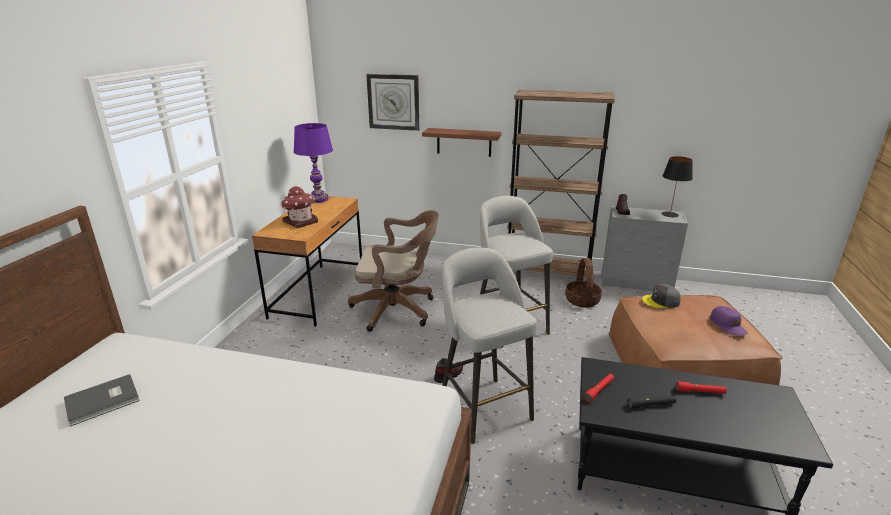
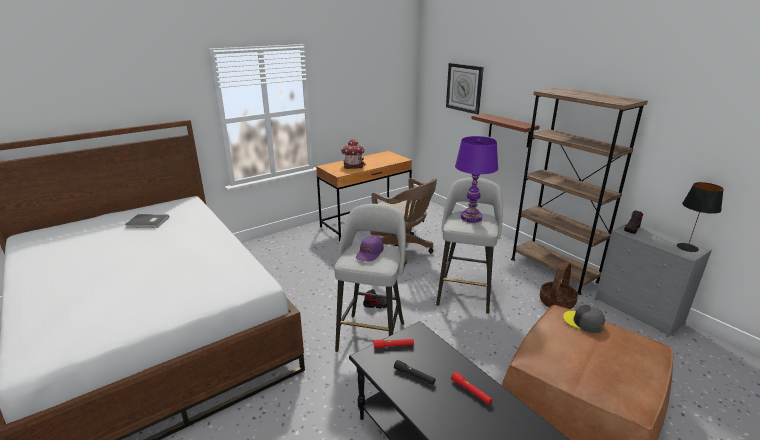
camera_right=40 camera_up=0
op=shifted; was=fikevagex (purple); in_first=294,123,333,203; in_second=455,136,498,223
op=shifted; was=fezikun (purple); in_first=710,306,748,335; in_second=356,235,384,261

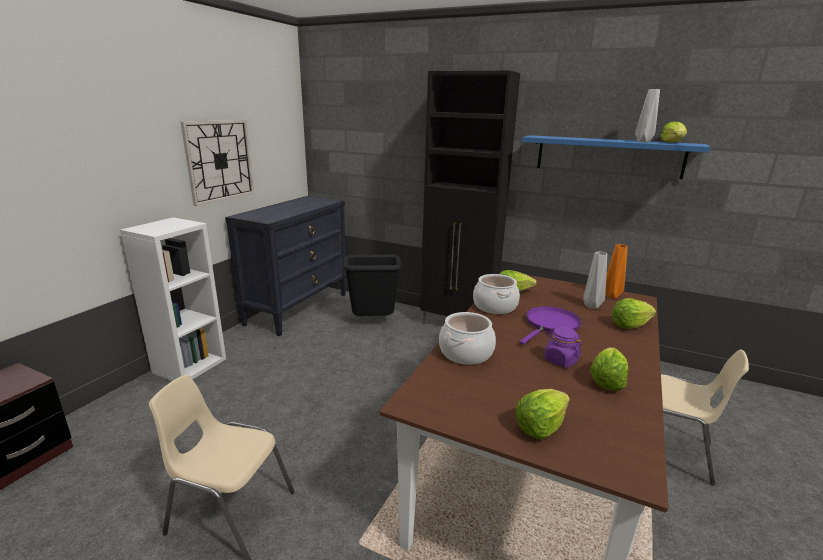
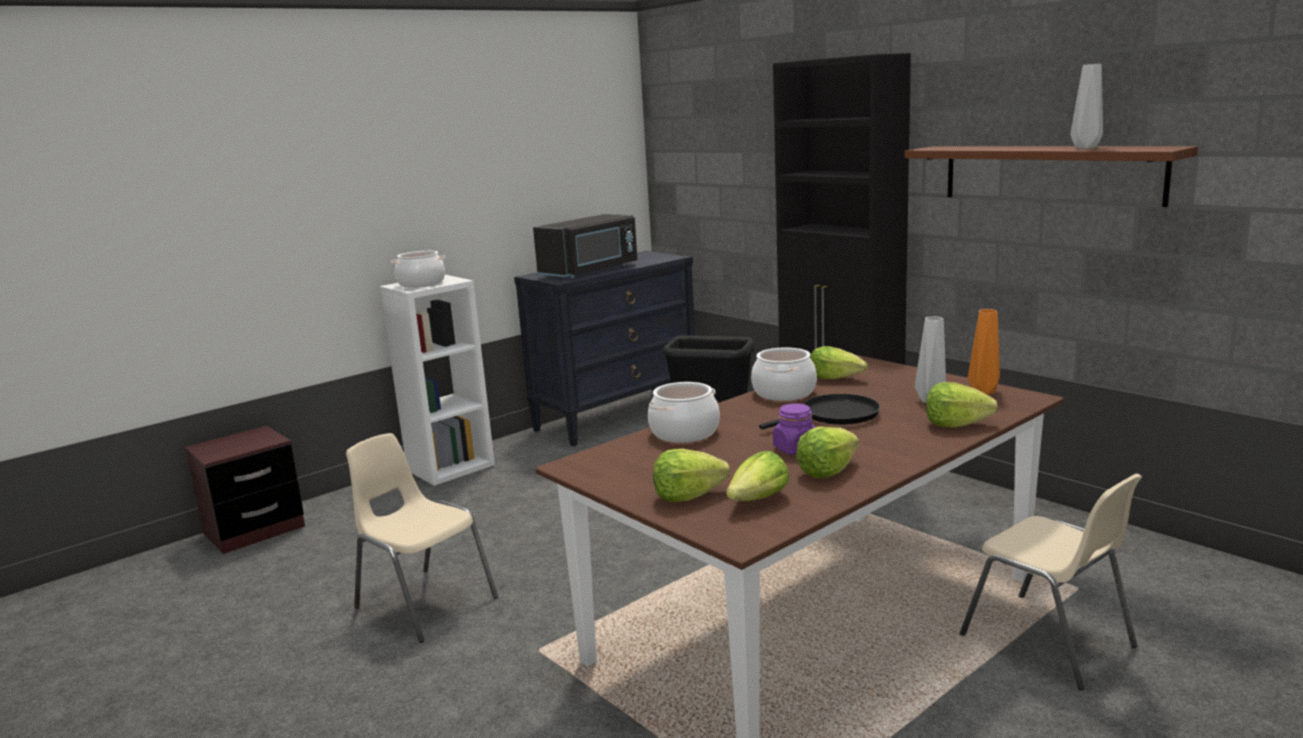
camera_right=25 camera_up=-5
op=gone; was=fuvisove; in_first=181,120,254,206
op=repainted; was=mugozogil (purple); now=mugozogil (black); in_first=519,306,582,345; in_second=759,394,880,429
op=repainted; was=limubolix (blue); now=limubolix (brown); in_first=522,135,710,179; in_second=904,146,1198,207
op=shifted; was=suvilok; in_first=661,121,687,143; in_second=726,451,789,501
op=new; now=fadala; in_second=391,251,446,288
op=new; now=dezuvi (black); in_second=533,214,638,278

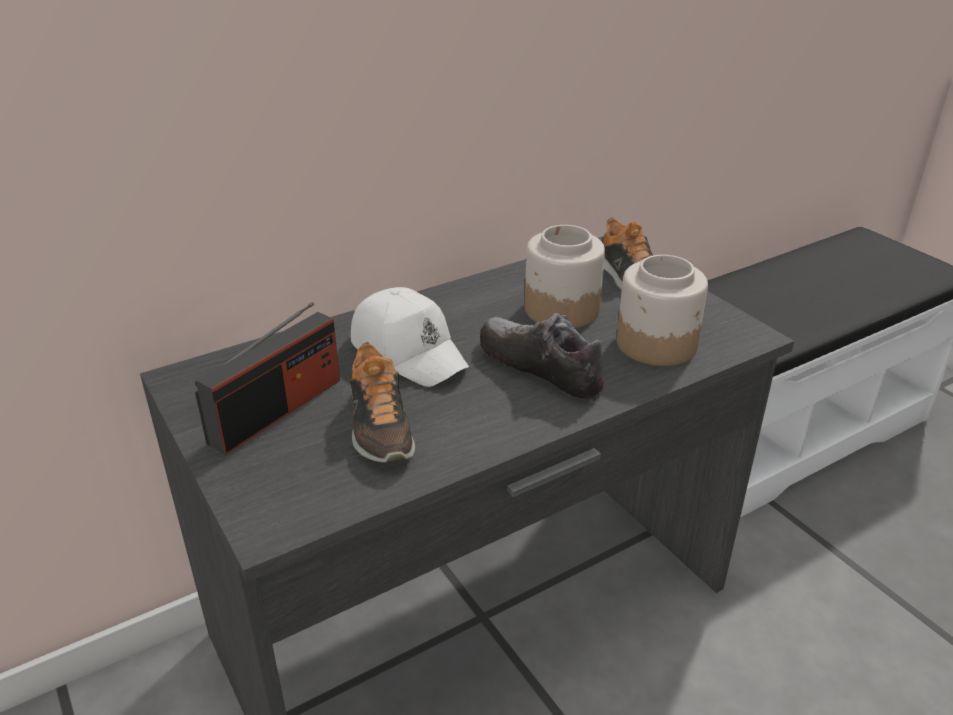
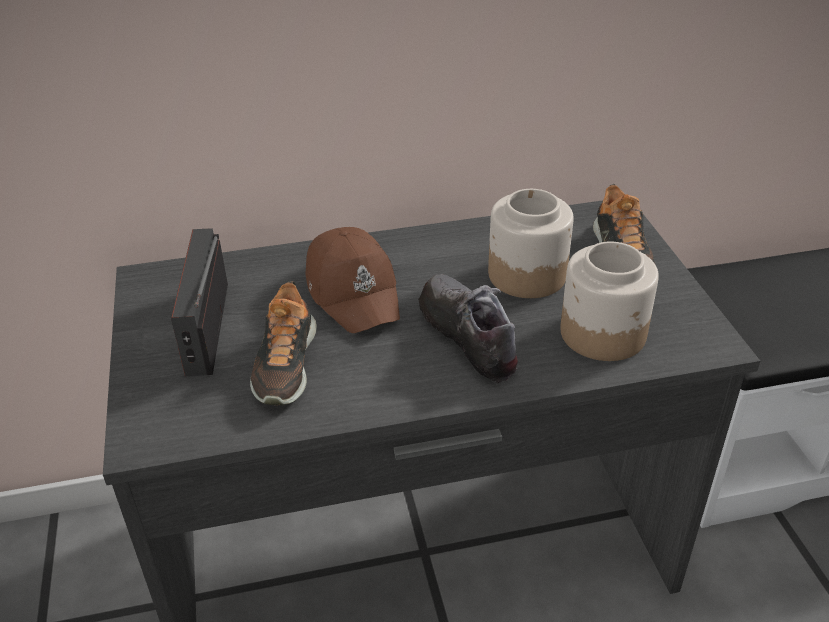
camera_right=20 camera_up=5
op=rotated; was=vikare; in_first=195,302,340,455; in_second=171,228,228,376; clockwise=120
op=repainted; was=fezikun (white); now=fezikun (brown); in_first=351,287,469,387; in_second=305,227,400,333

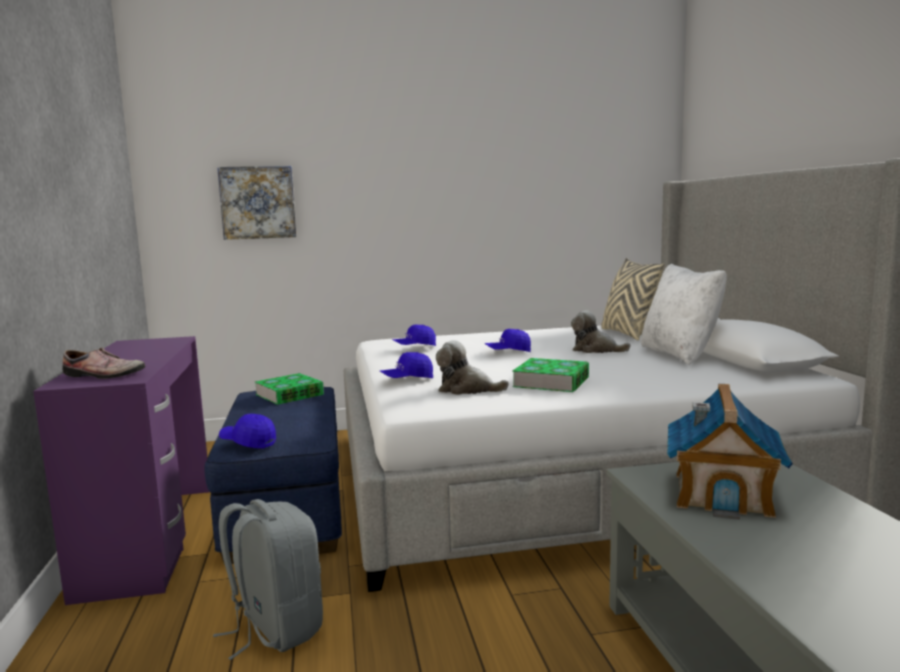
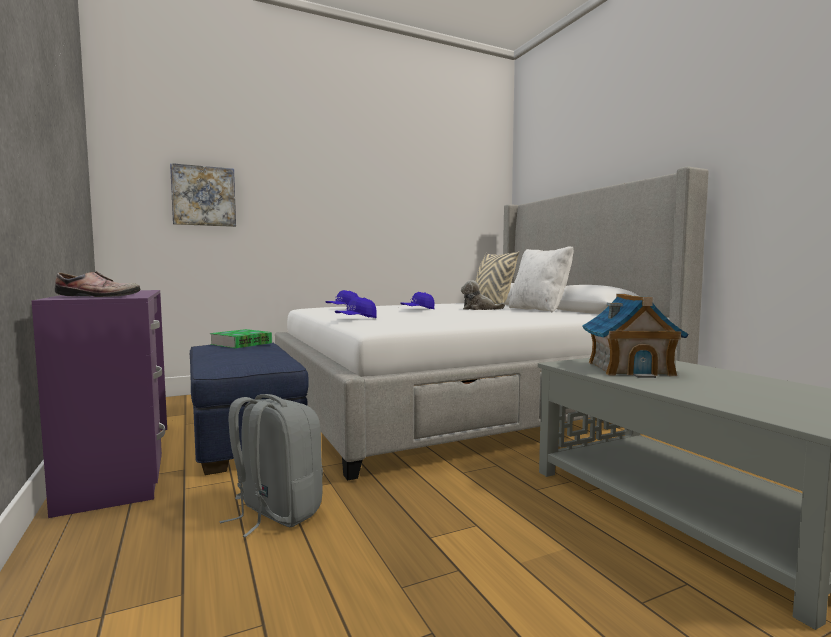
camera_right=-15 camera_up=-5
op=gone; was=fezikun (blue); in_first=219,414,276,449
op=gone; was=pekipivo; in_first=436,340,509,395
op=gone; was=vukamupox; in_first=512,358,589,392

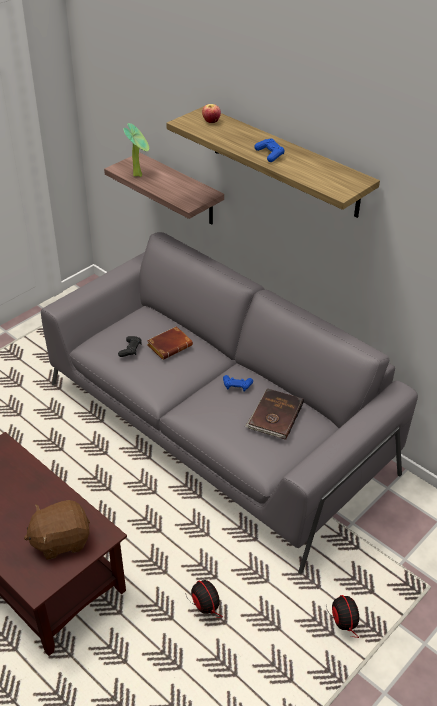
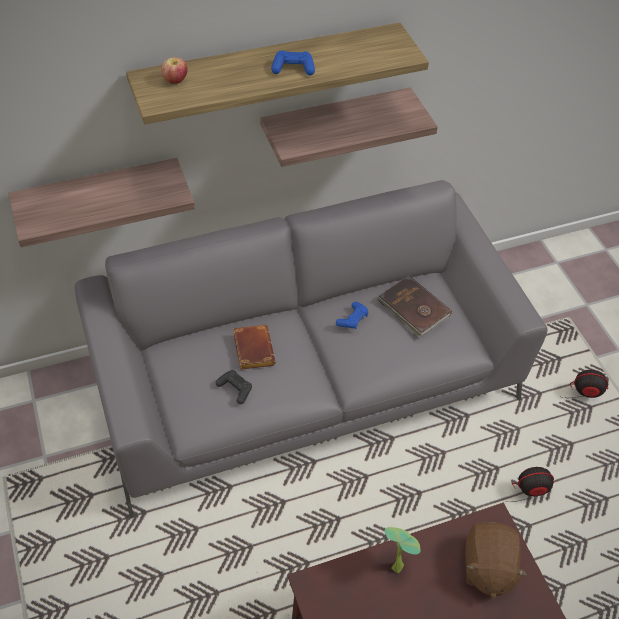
camera_right=-65 camera_up=10
op=shifted; was=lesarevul; in_first=124,123,149,177; in_second=384,527,421,573
op=new; now=limubolix; in_second=260,87,438,167

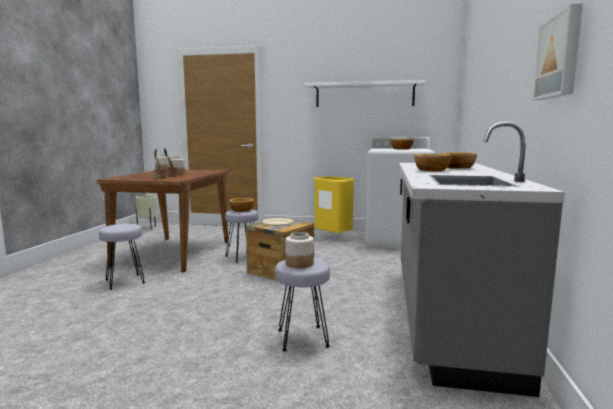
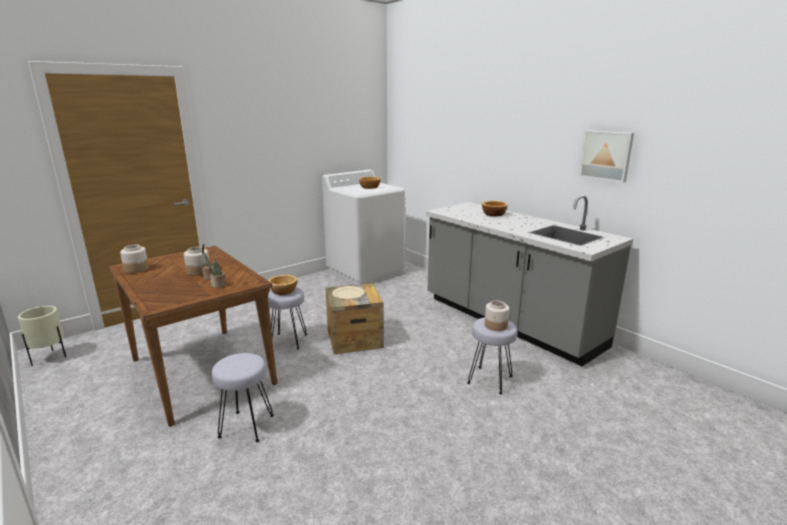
camera_right=-50 camera_up=10
op=gone; was=limubolix (white); in_first=305,80,426,107
op=gone; was=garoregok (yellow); in_first=314,176,355,233
op=gone; was=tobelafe; in_first=414,154,452,171

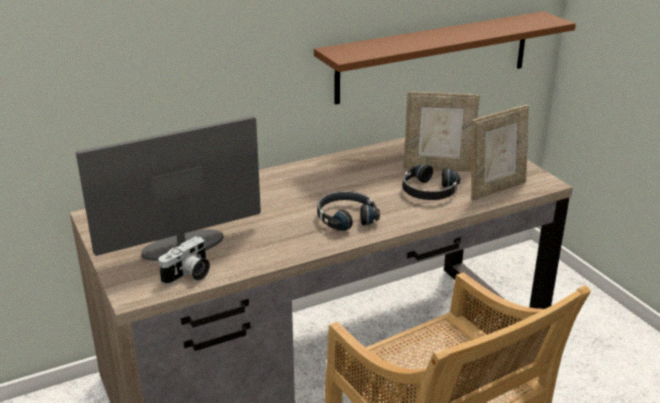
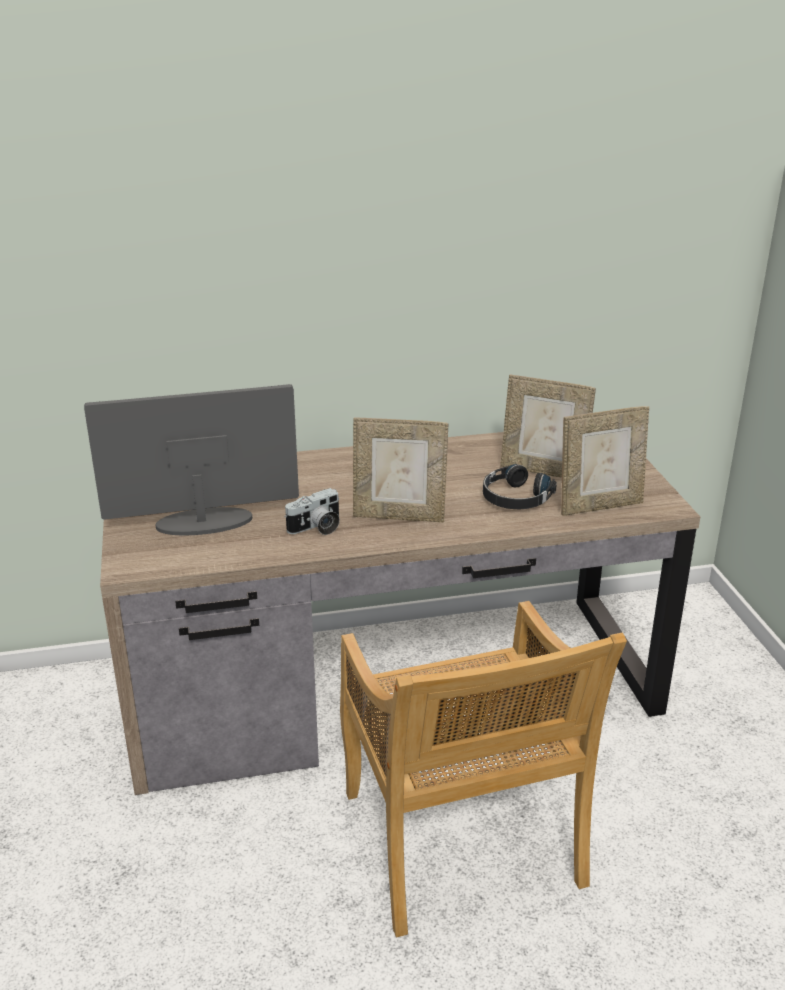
camera_right=15 camera_up=0
op=shifted; was=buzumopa; in_first=158,236,210,285; in_second=284,488,340,535
op=gone; was=limubolix (brown); in_first=314,11,576,105
op=swapped; was=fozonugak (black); now=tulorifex; in_first=317,191,380,231; in_second=353,417,448,523

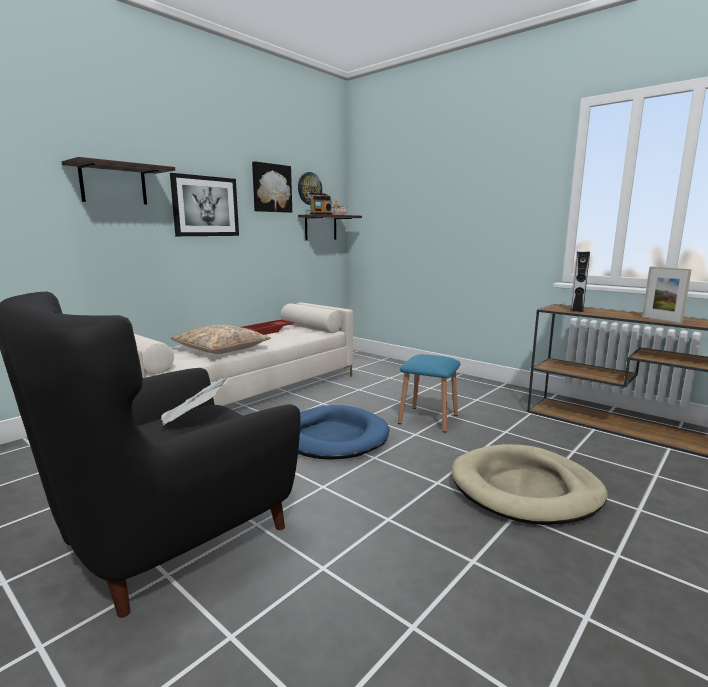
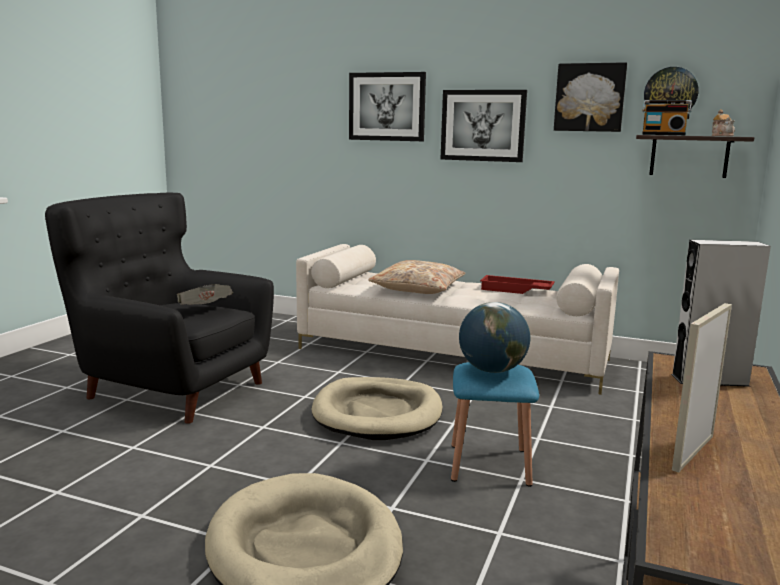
camera_right=70 camera_up=0
op=swapped; was=limubolix; now=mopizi; in_first=62,157,175,204; in_second=349,72,426,141
op=repainted; was=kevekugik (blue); now=kevekugik (beige); in_first=298,405,389,460; in_second=312,377,443,440
op=new; now=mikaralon; in_second=459,302,530,373

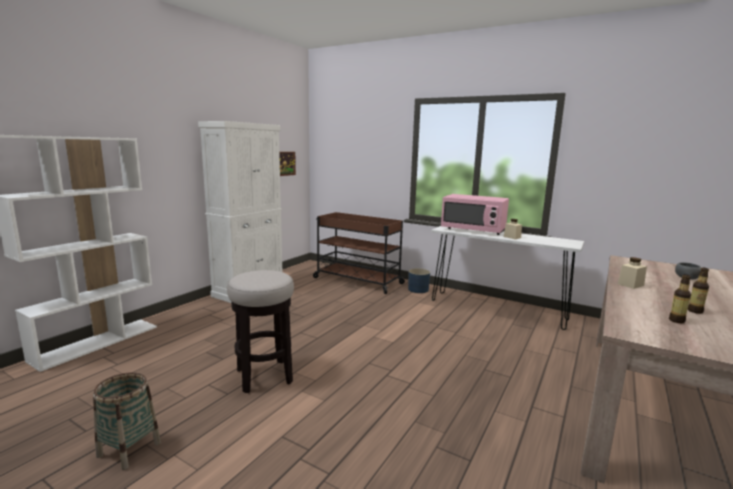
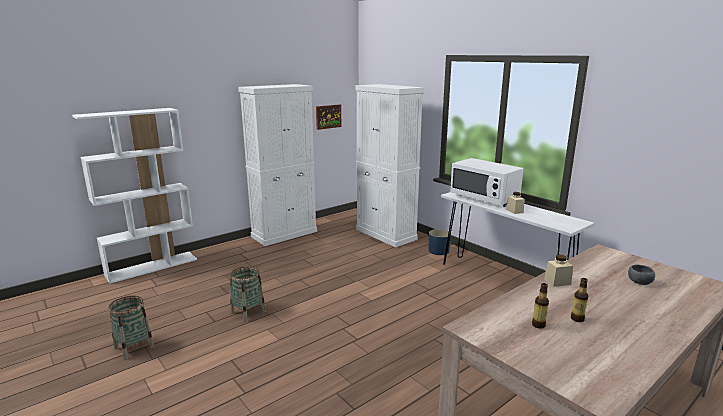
camera_right=20 camera_up=5
op=swapped; was=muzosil; now=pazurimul; in_first=227,270,294,393; in_second=230,266,266,322
op=swapped; was=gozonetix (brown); now=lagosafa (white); in_first=313,212,406,294; in_second=355,84,424,247
op=repainted; was=dezuvi (pink); now=dezuvi (white); in_first=441,194,509,235; in_second=450,158,524,207

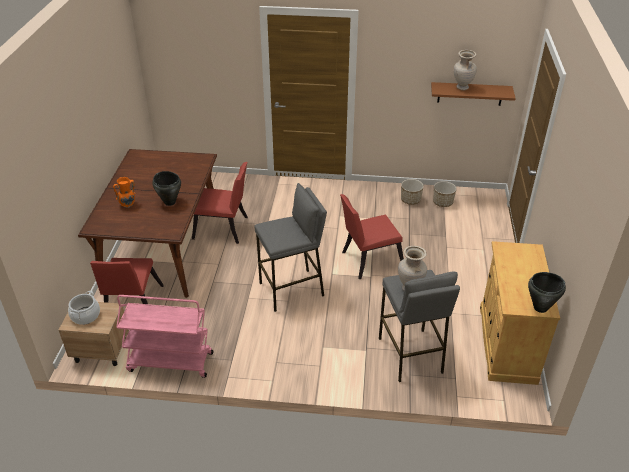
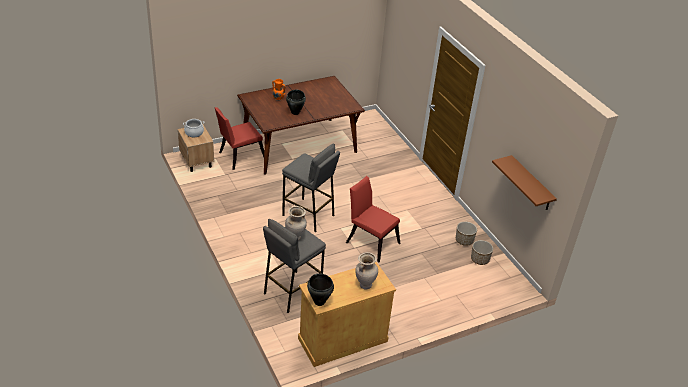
camera_right=55 camera_up=0
op=gone; was=gozonetix (pink); in_first=116,295,214,378
op=gone; was=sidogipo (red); in_first=192,162,248,244
op=shifted; was=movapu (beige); in_first=454,50,477,90; in_second=355,252,378,289

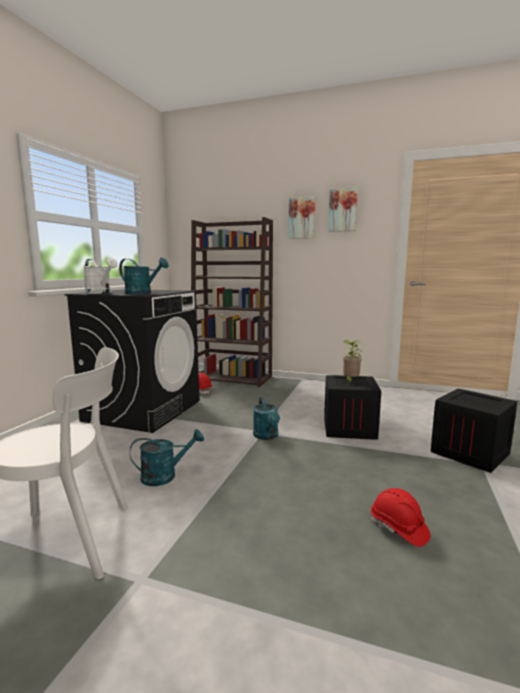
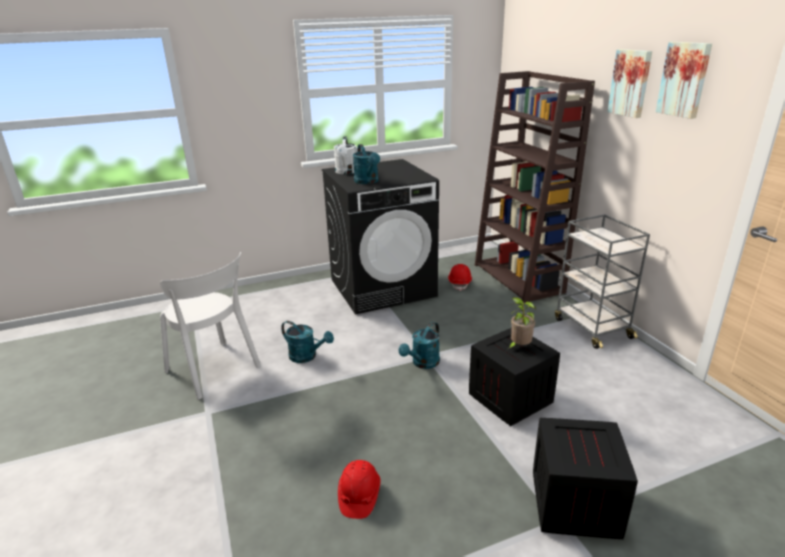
camera_right=50 camera_up=15
op=new; now=gozonetix (grey); in_second=555,214,650,349

